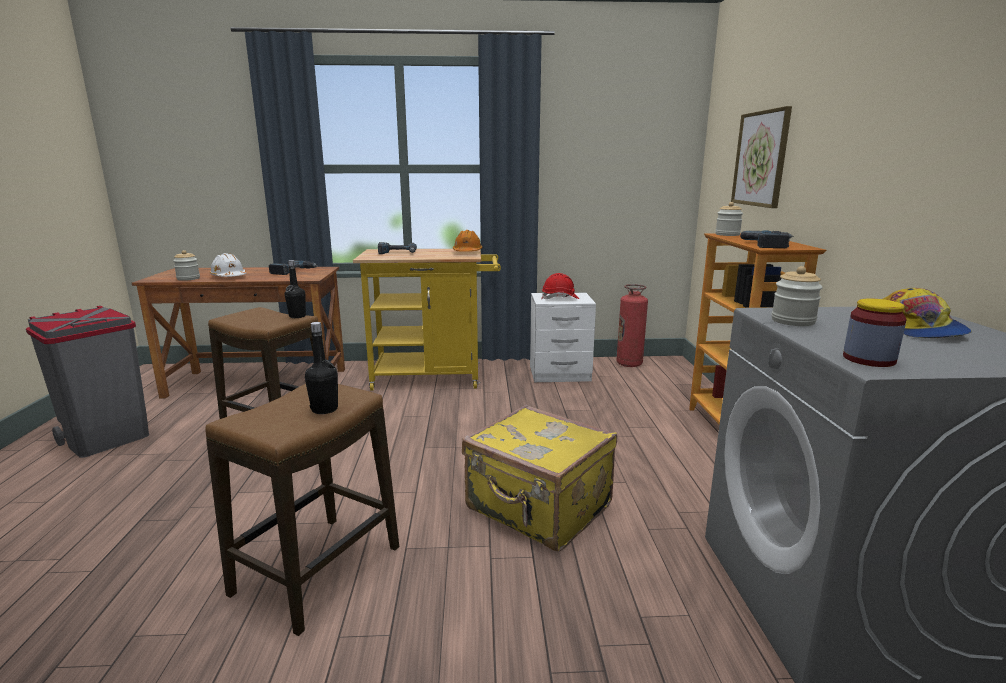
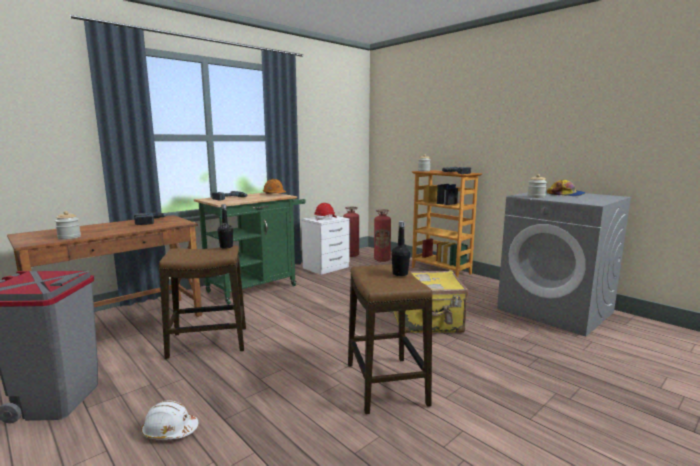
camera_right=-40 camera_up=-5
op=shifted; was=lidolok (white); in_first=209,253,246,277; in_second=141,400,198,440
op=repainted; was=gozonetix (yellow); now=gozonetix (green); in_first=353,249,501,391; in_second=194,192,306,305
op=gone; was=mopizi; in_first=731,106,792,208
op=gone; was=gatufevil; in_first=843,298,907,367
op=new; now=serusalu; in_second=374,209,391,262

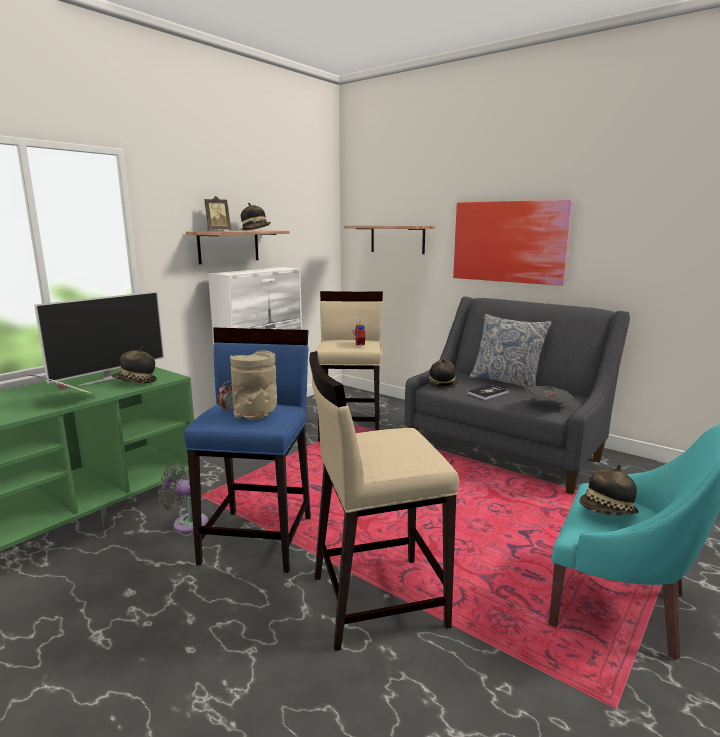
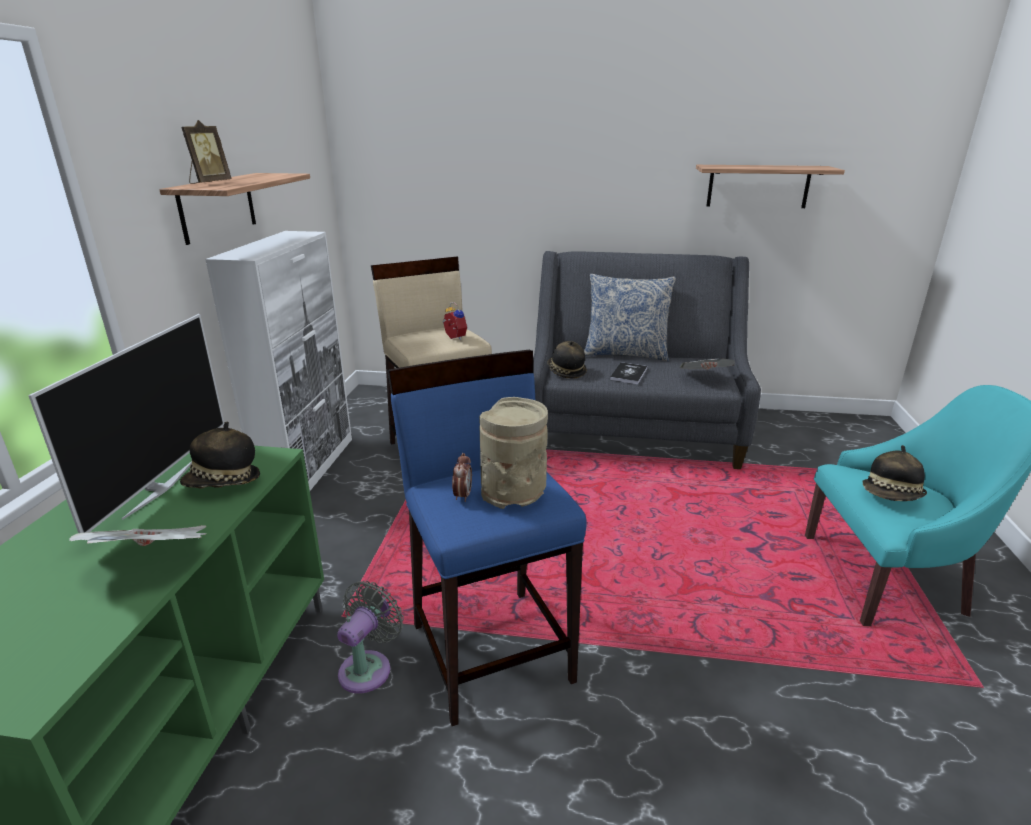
camera_right=-30 camera_up=10
op=rotated; was=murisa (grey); in_first=158,464,208,533; in_second=337,581,403,694; clockwise=135
op=gone; was=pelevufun; in_first=241,203,271,231
op=gone; was=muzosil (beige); in_first=309,351,459,651
op=shifted; was=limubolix; in_first=344,226,434,254; in_second=696,165,845,208
op=gone; was=mopizi; in_first=453,200,573,286

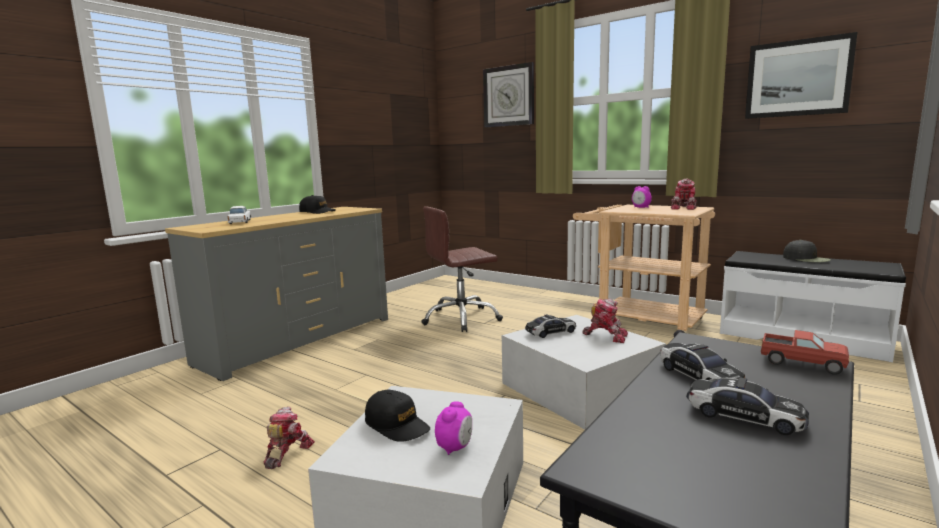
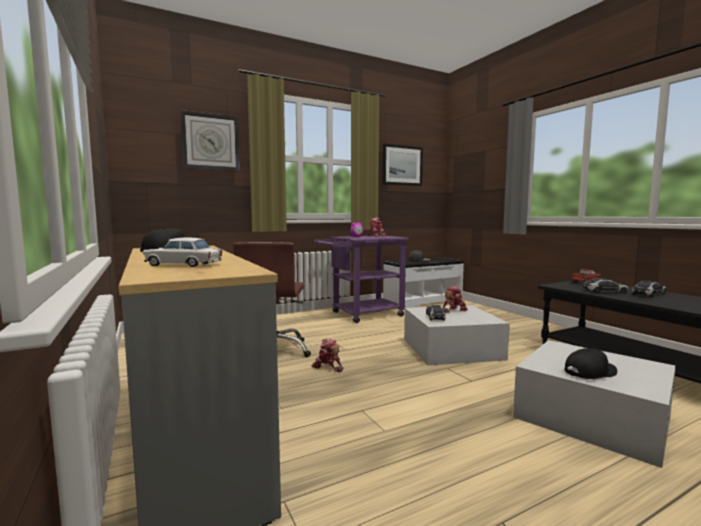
camera_right=-65 camera_up=-5
op=shifted; was=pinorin; in_first=263,407,315,469; in_second=312,338,344,372
op=gone; was=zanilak; in_first=435,401,472,455
op=repainted; was=gozonetix (beige); now=gozonetix (purple); in_first=573,205,715,337; in_second=314,236,409,323

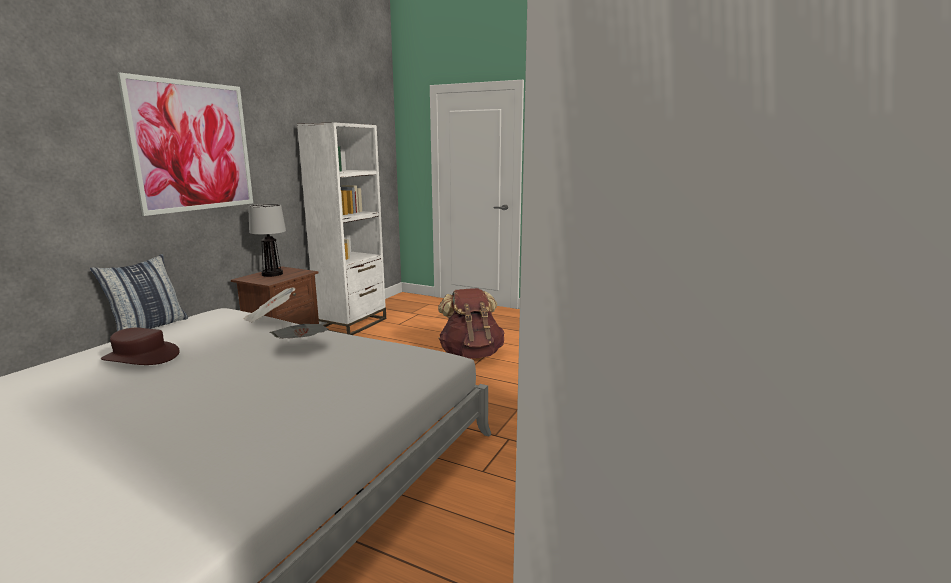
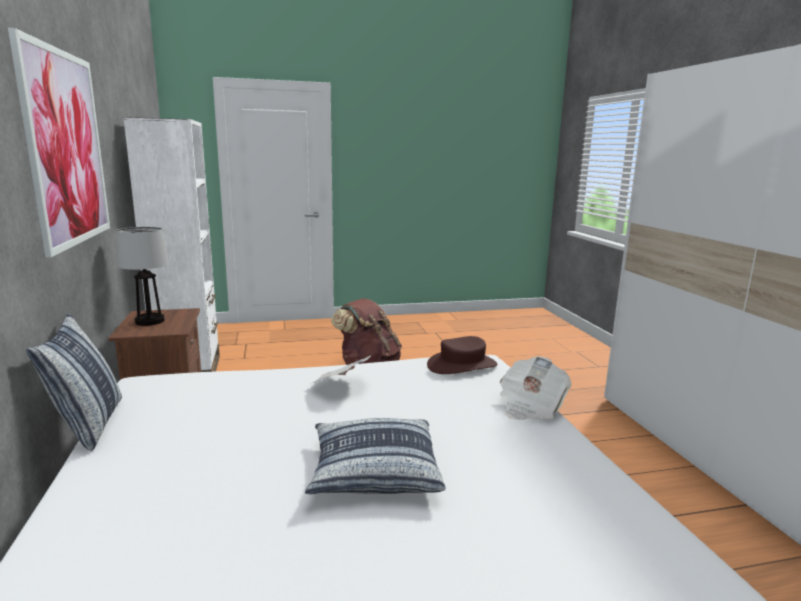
camera_right=-40 camera_up=0
op=shifted; was=pelevufun (brown); in_first=101,328,180,365; in_second=427,336,498,374
op=shifted; was=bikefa; in_first=244,287,295,323; in_second=500,356,571,420
op=new; now=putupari; in_second=305,418,445,494

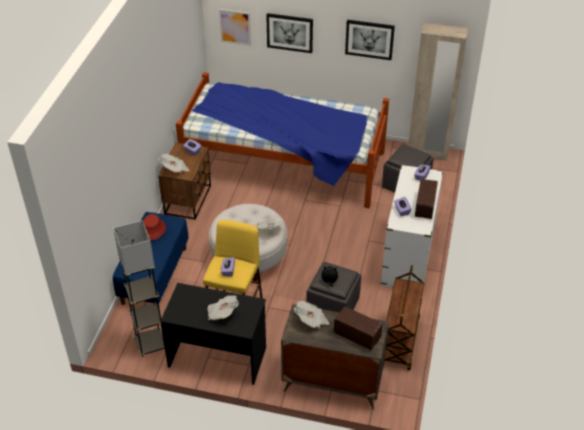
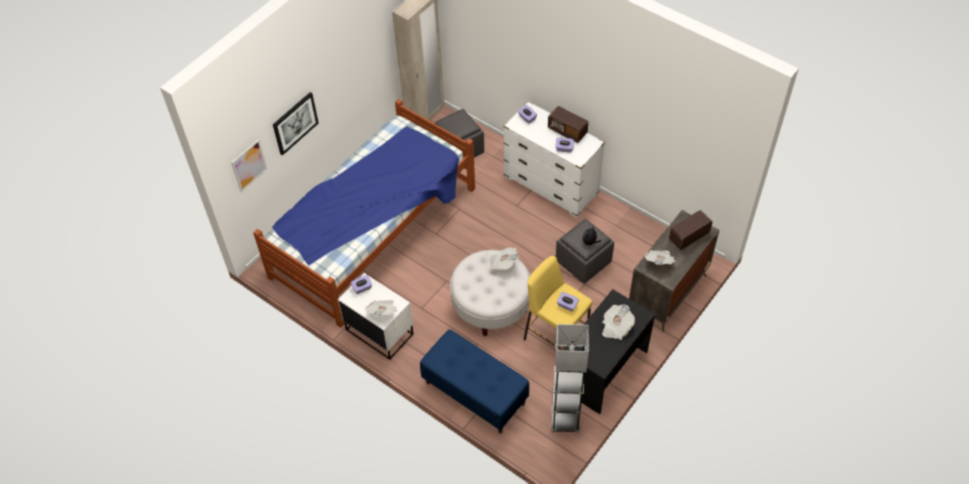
camera_right=-65 camera_up=10
op=gone; was=pelevufun (red); in_first=143,214,166,241
op=repainted; was=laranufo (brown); now=laranufo (white); in_first=158,142,211,220; in_second=338,273,413,360
op=gone; was=mopizi; in_first=345,20,395,60
op=gone; was=gozonetix (brown); in_first=385,265,424,370

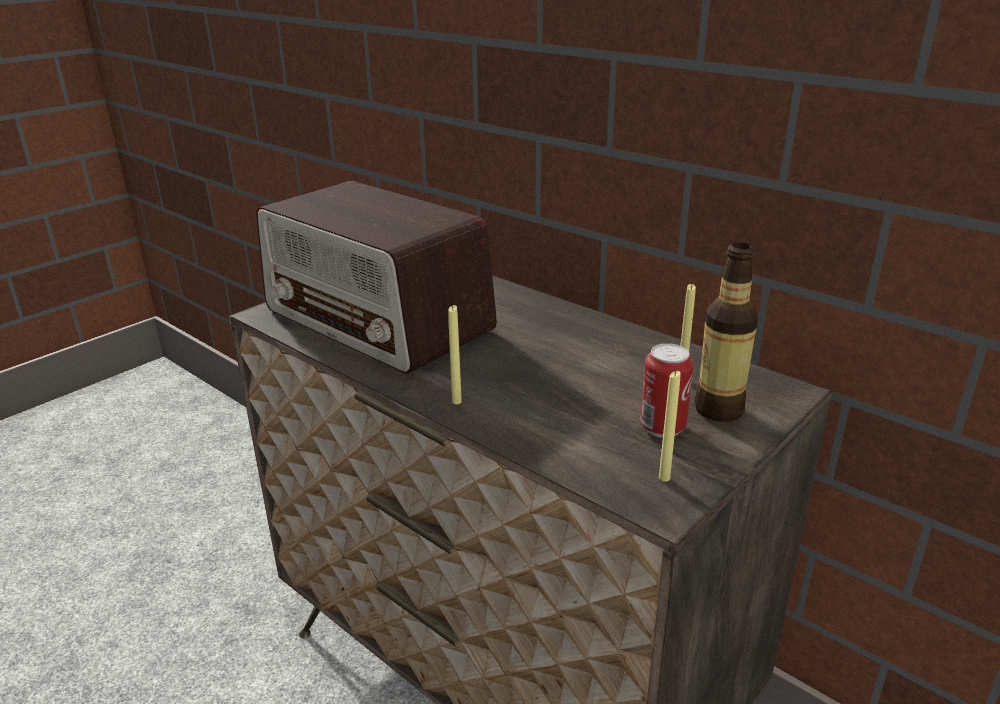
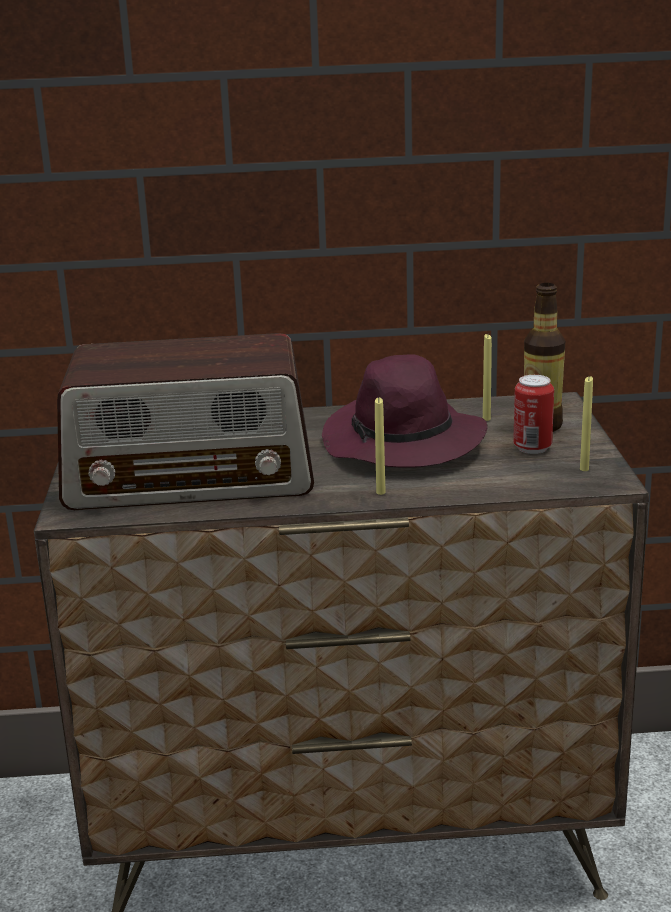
camera_right=-45 camera_up=-5
op=new; now=pelevufun (purple); in_second=322,354,488,468

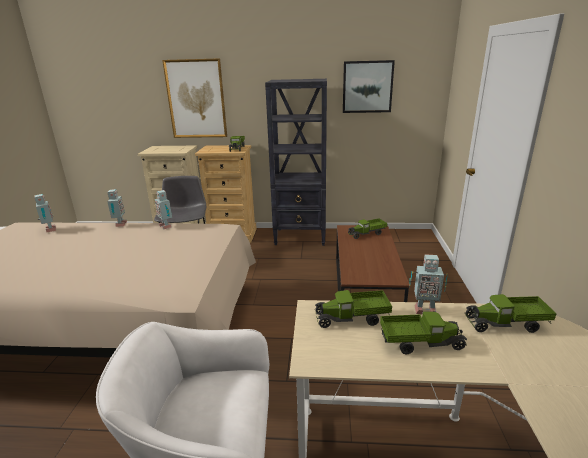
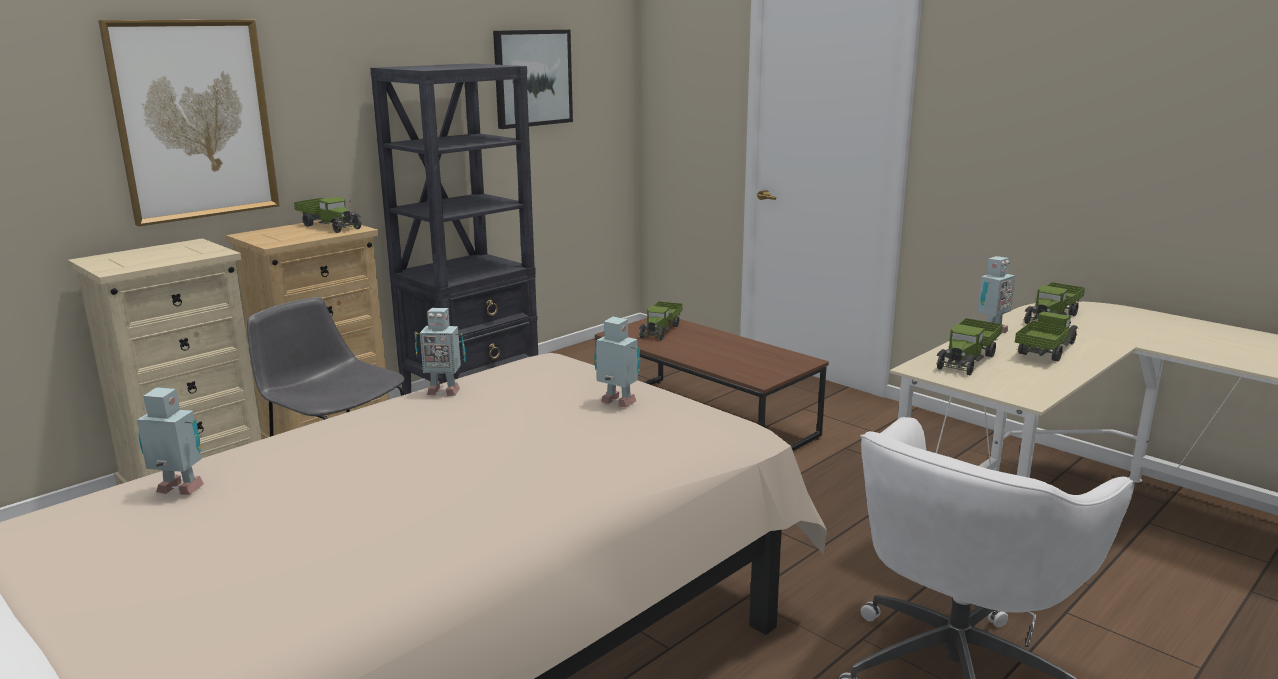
camera_right=-50 camera_up=-5
op=shifted; was=pinorin; in_first=107,189,127,227; in_second=594,317,640,407

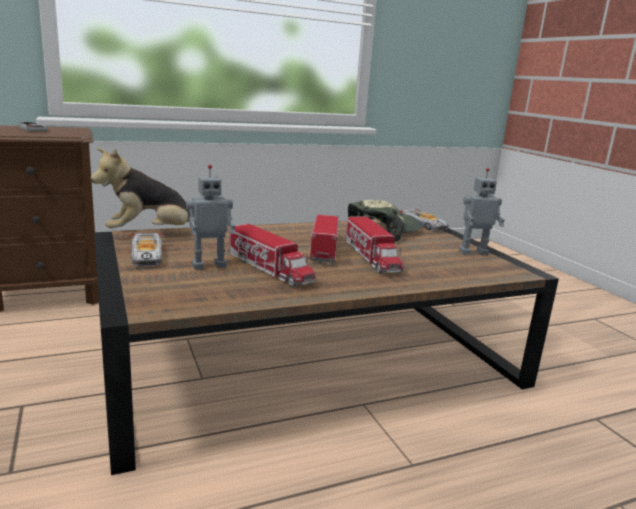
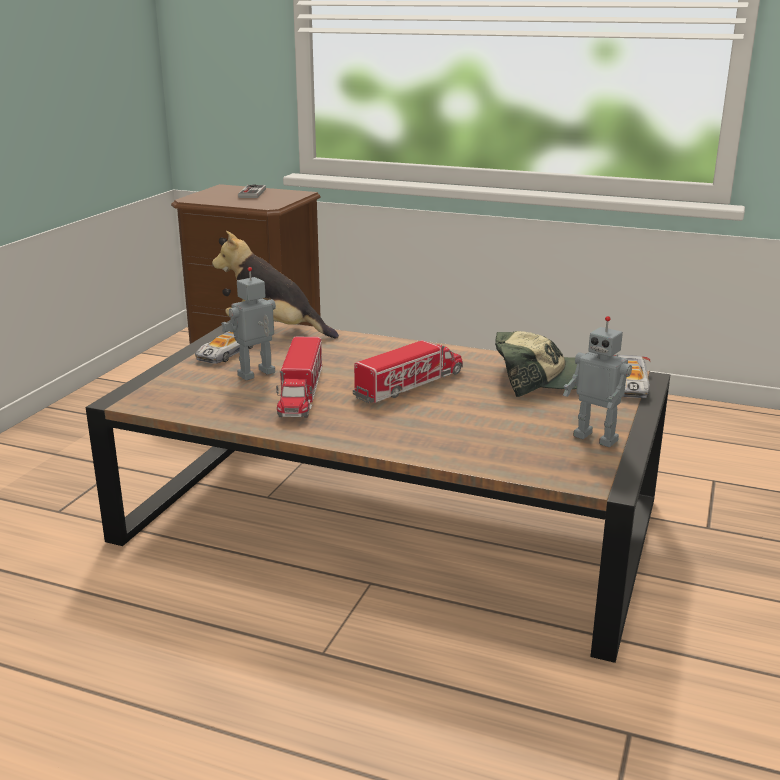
camera_right=45 camera_up=5
op=rotated; was=pinorin; in_first=186,165,235,270; in_second=221,267,276,380; clockwise=120
op=gone; was=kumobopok; in_first=345,216,404,274

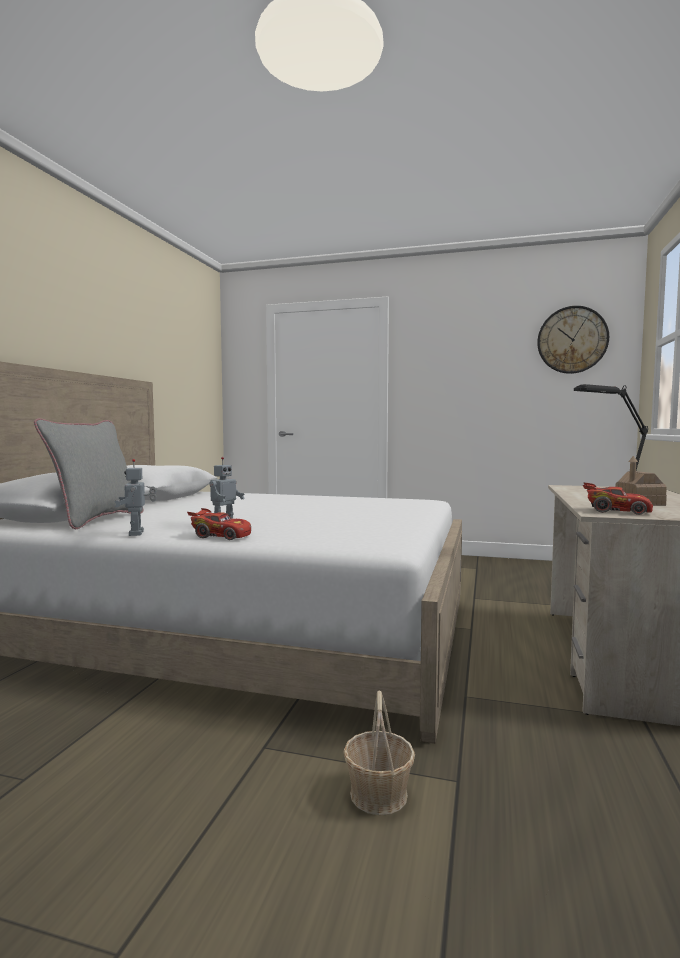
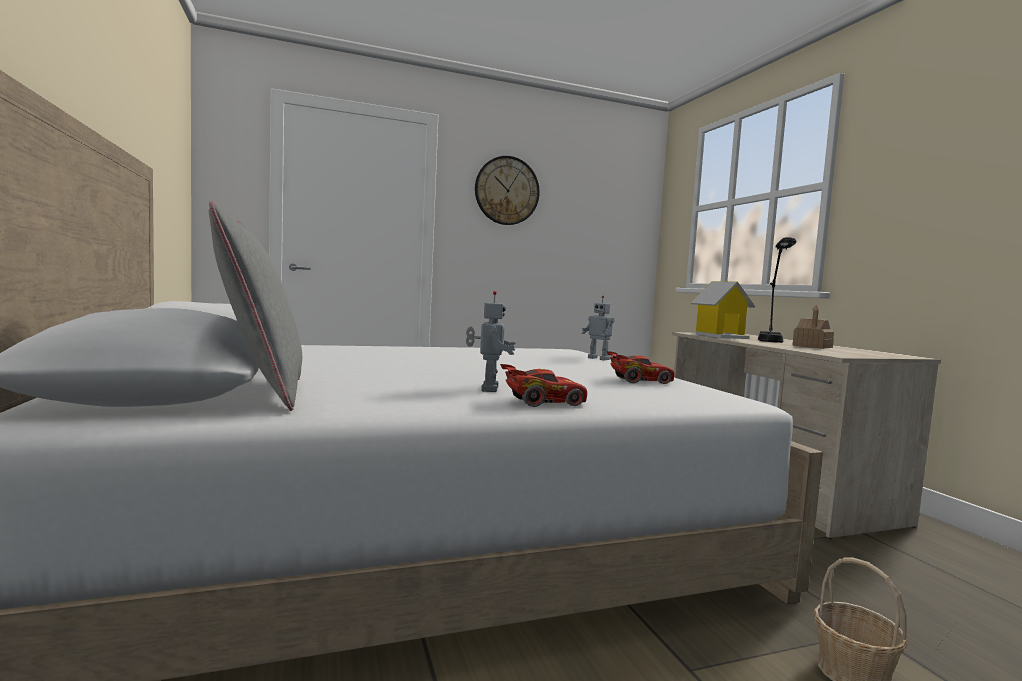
camera_right=-35 camera_up=0
op=shifted; was=pinorin; in_first=114,459,157,536; in_second=582,296,614,360
op=shifted; was=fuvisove; in_first=537,306,609,374; in_second=475,156,540,225
op=shifted; was=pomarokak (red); in_first=583,482,653,515; in_second=607,351,674,384
op=new; now=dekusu; in_second=691,281,755,339

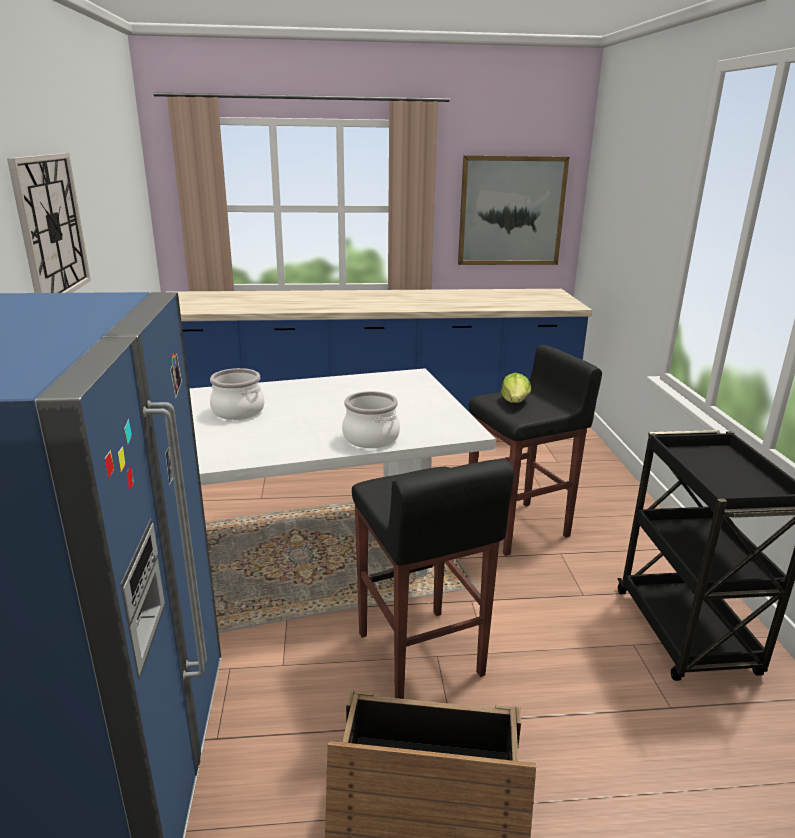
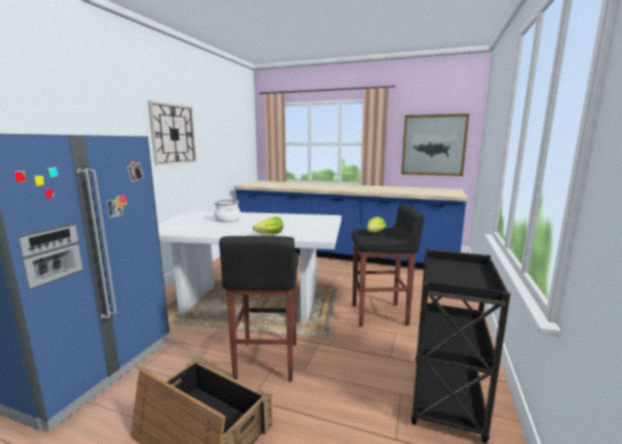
camera_right=25 camera_up=-10
op=swapped; was=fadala; now=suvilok; in_first=342,391,400,448; in_second=253,217,283,234

